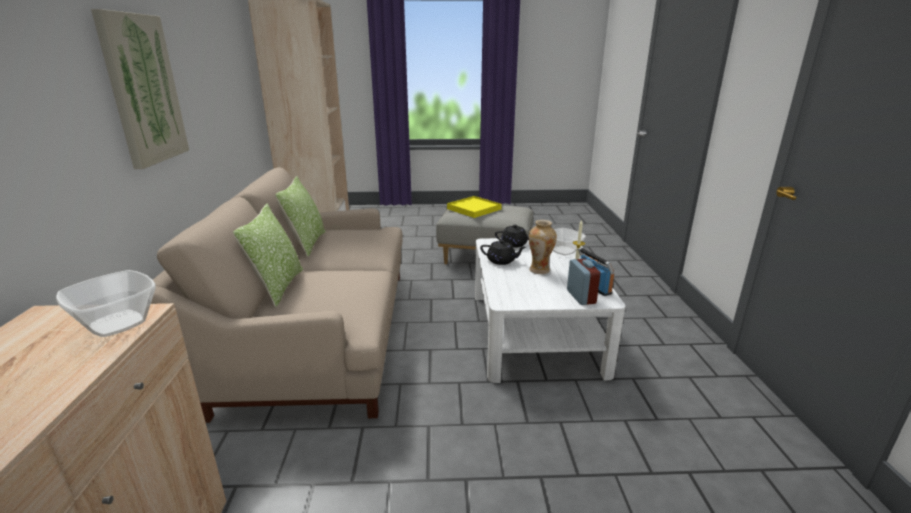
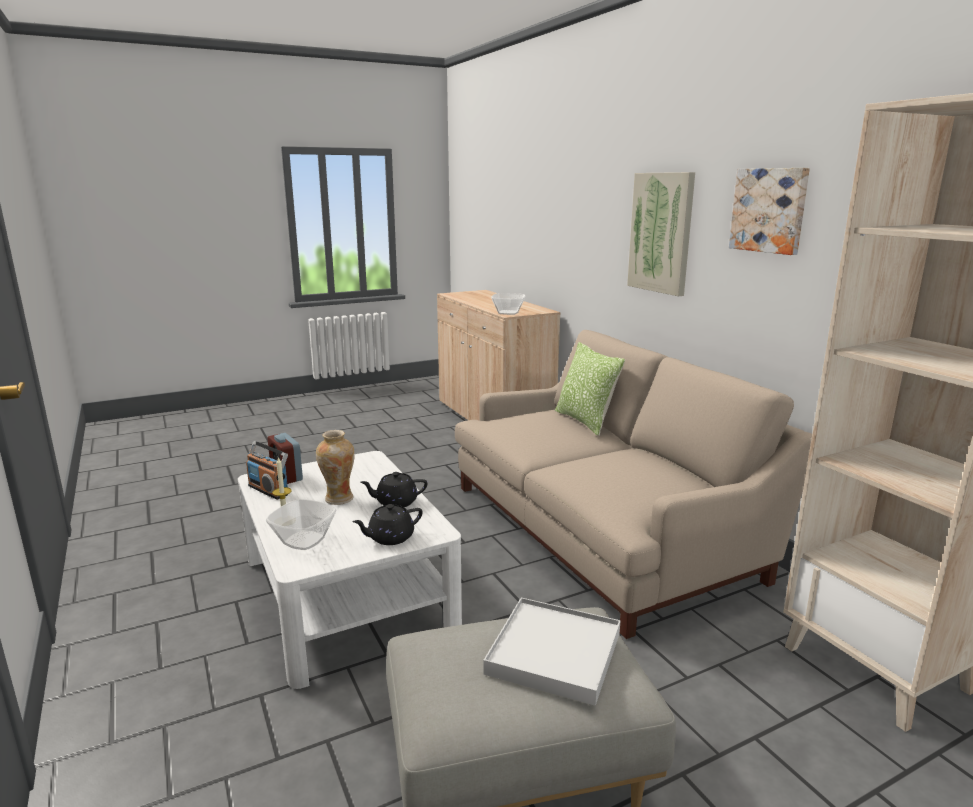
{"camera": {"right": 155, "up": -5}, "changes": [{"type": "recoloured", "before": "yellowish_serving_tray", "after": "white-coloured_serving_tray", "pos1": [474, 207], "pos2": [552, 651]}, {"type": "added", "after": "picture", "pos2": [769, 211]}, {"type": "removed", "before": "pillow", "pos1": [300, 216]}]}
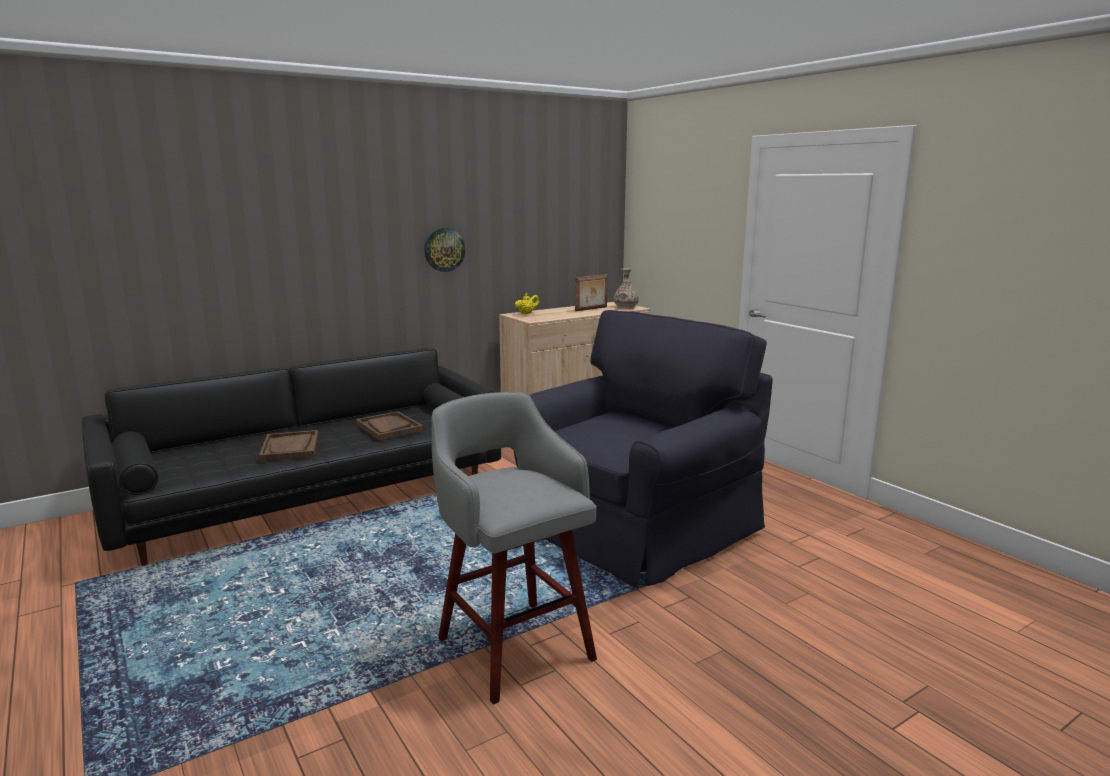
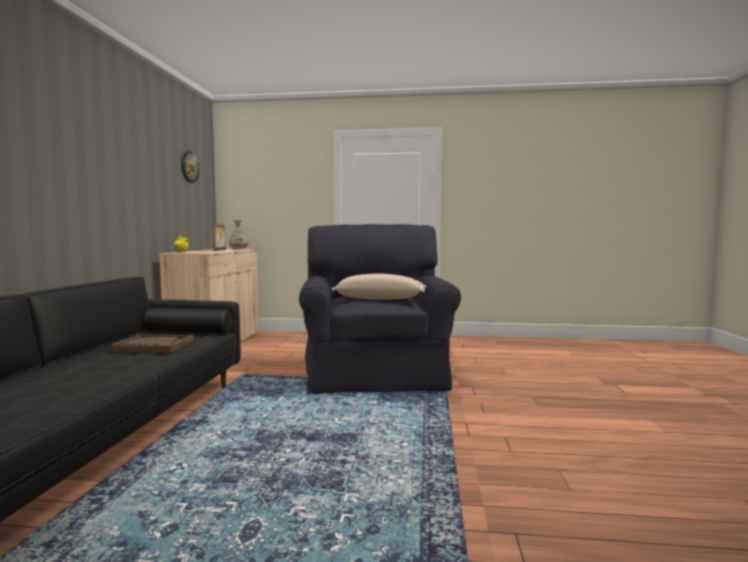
{"camera": {"right": -50, "up": -10}, "changes": [{"type": "moved", "before": "clock_on_the_wall", "pos1": [444, 250], "pos2": [190, 167]}, {"type": "added", "after": "beige_pillow", "pos2": [379, 286]}, {"type": "removed", "before": "brownish_serving_tray", "pos1": [288, 445]}, {"type": "removed", "before": "grey_sitting_stool", "pos1": [514, 548]}]}
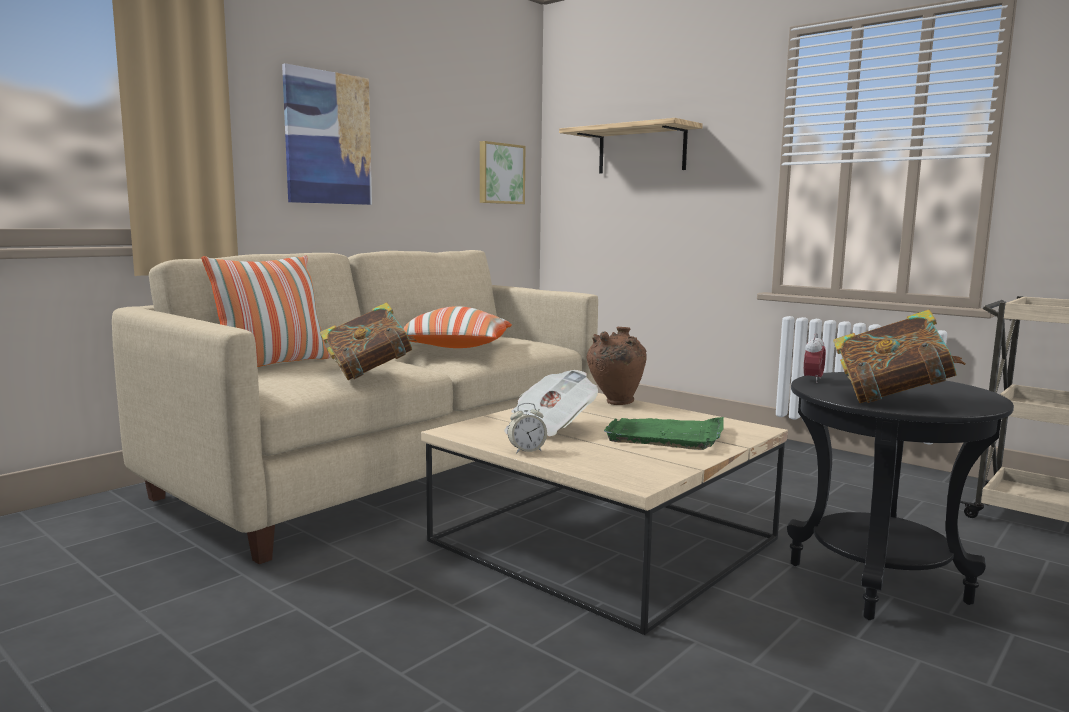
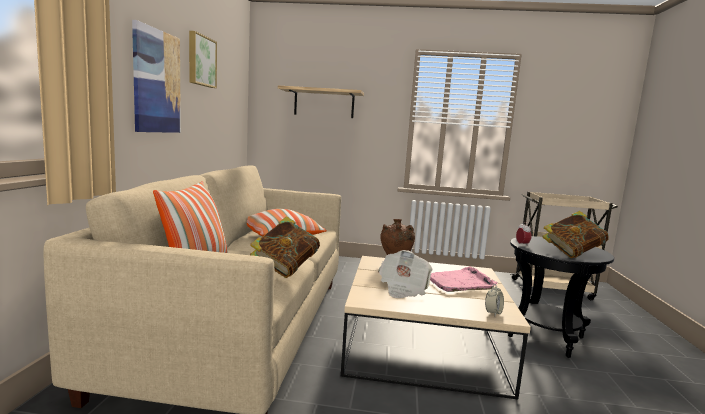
{"camera": {"right": -35, "up": 0}, "changes": [{"type": "moved", "before": "picture", "pos1": [502, 172], "pos2": [203, 59]}, {"type": "recoloured", "before": "greenish_serving_tray", "after": "pinkish_serving_tray", "pos1": [664, 433], "pos2": [464, 279]}, {"type": "moved", "before": "alarm_clock", "pos1": [527, 428], "pos2": [494, 300]}]}
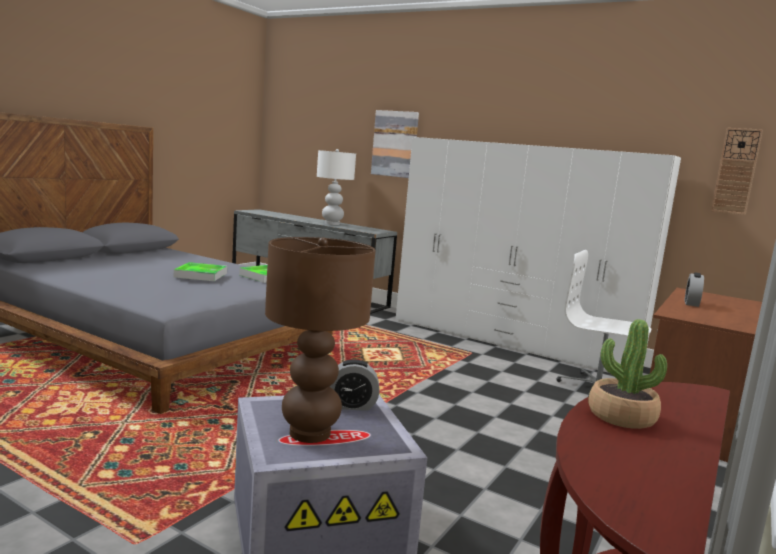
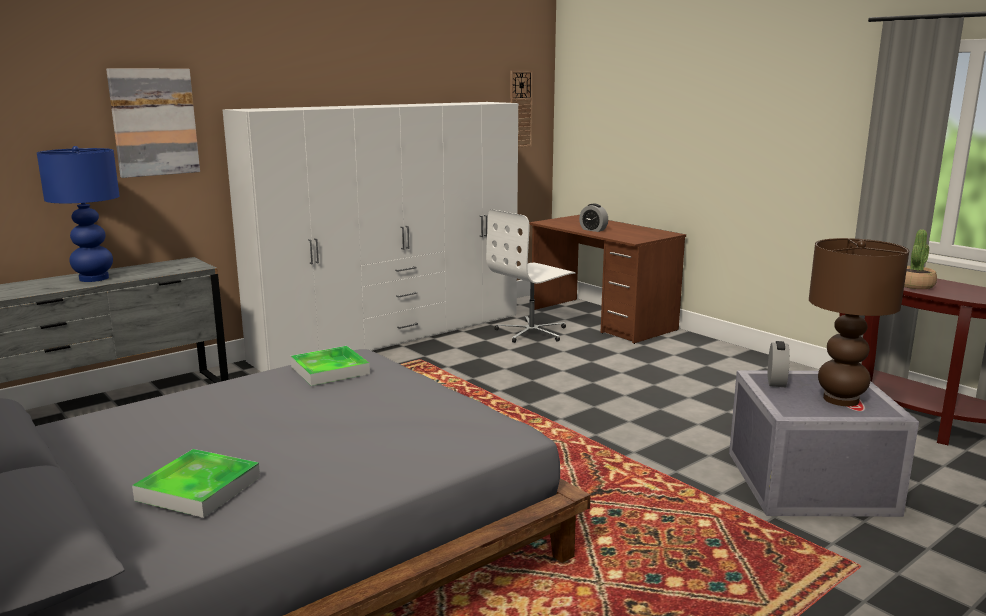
{"camera": {"right": -70, "up": 5}, "changes": [{"type": "recoloured", "before": "white-coloured_lamp_for_a_table", "after": "blue_lamp_for_a_table", "pos1": [336, 187], "pos2": [78, 214]}, {"type": "moved", "before": "serving_tray", "pos1": [200, 271], "pos2": [196, 483]}]}
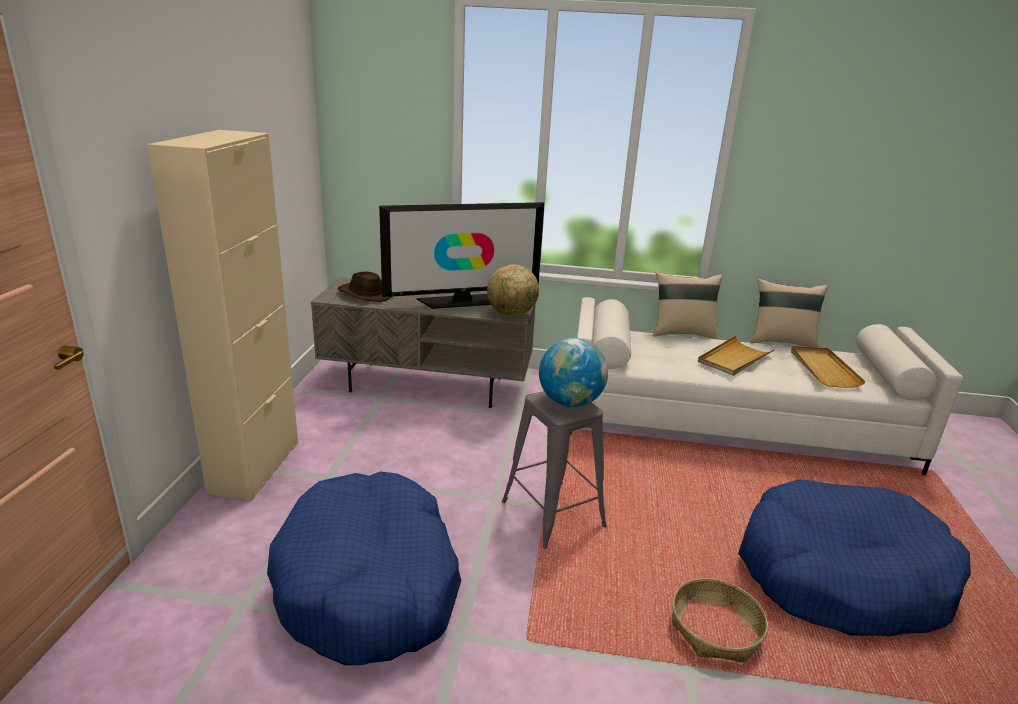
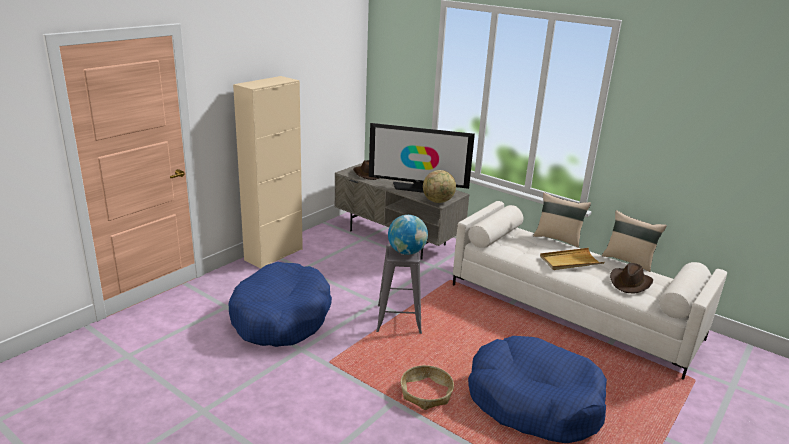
{"camera": {"right": 30, "up": 0}, "changes": [{"type": "replaced", "before": "beige_serving_tray", "after": "brownish_clothing_hat", "pos1": [828, 367], "pos2": [631, 278]}]}
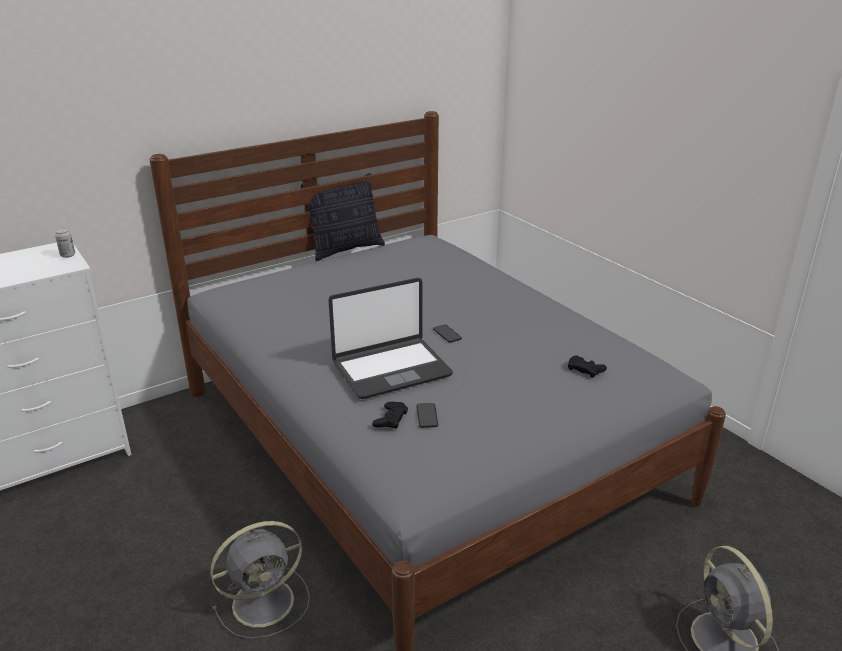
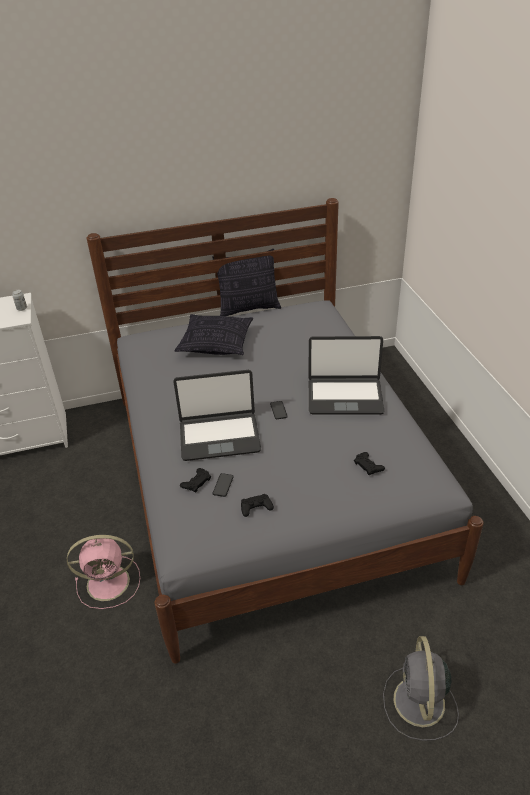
{"camera": {"right": 20, "up": 10}, "changes": [{"type": "recoloured", "before": "grey_cooling_fan", "after": "pinkish_cooling_fan", "pos1": [260, 580], "pos2": [103, 572]}, {"type": "added", "after": "pillow", "pos2": [214, 334]}, {"type": "added", "after": "black_game_controller", "pos2": [257, 505]}, {"type": "added", "after": "portable_computer", "pos2": [346, 375]}]}
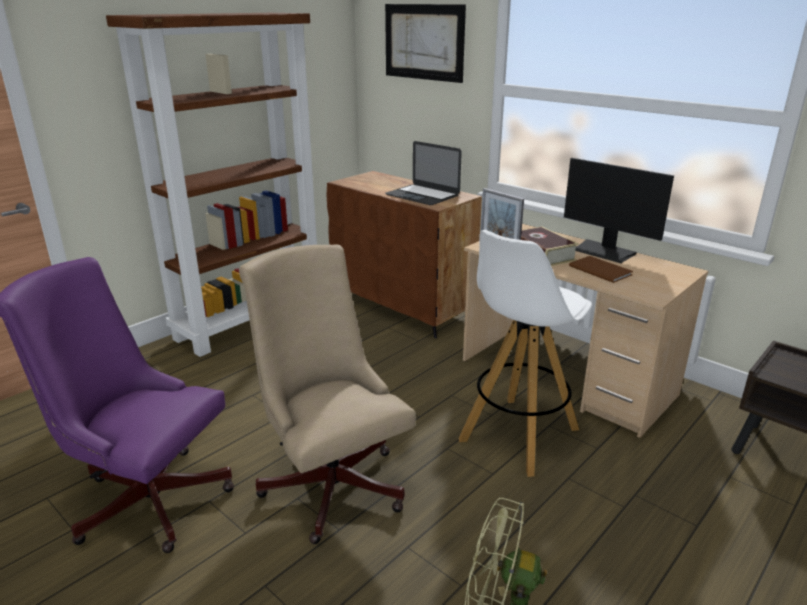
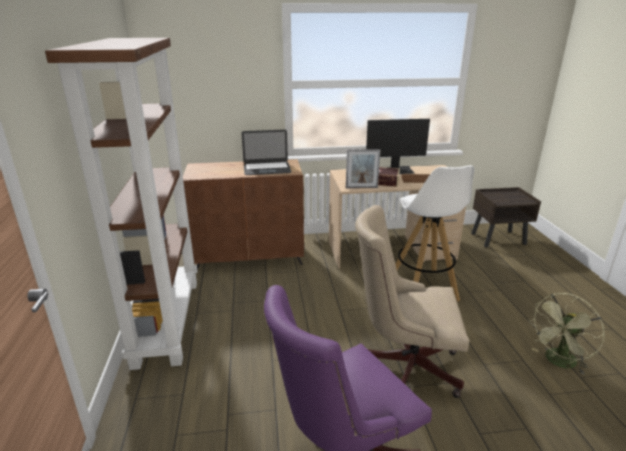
{"camera": {"right": -50, "up": 0}, "changes": [{"type": "removed", "before": "picture", "pos1": [425, 43]}]}
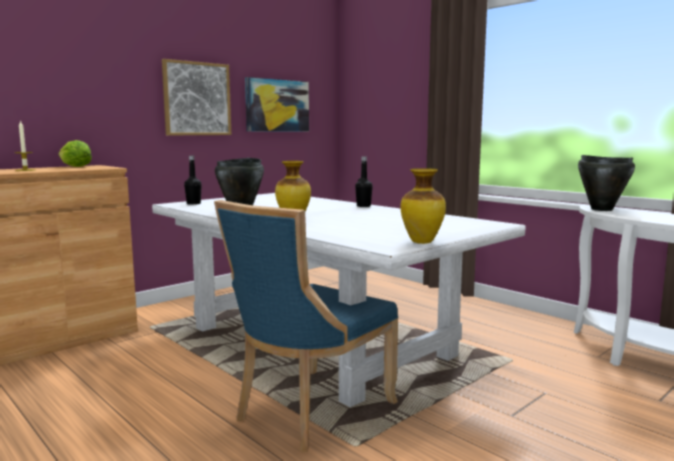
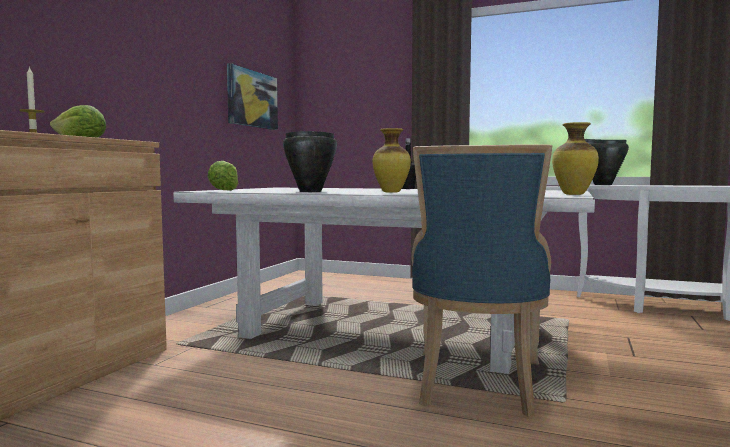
{"camera": {"right": -25, "up": -5}, "changes": [{"type": "replaced", "before": "black_beverage_bottle", "after": "head_of_lettuce", "pos1": [193, 180], "pos2": [222, 176]}, {"type": "removed", "before": "picture", "pos1": [196, 97]}]}
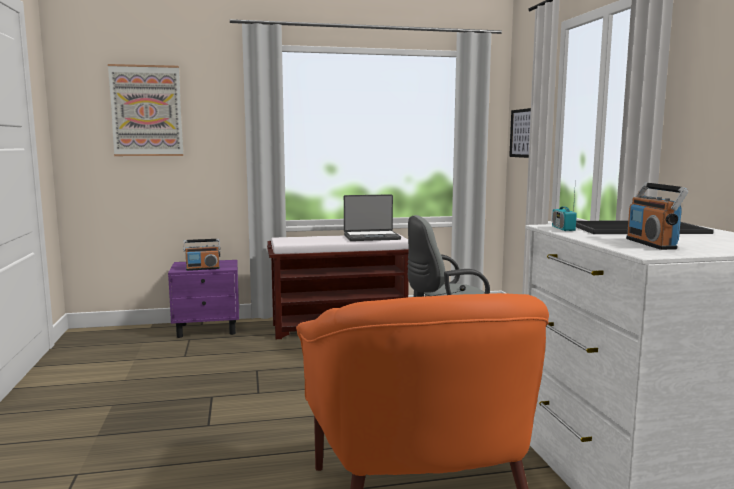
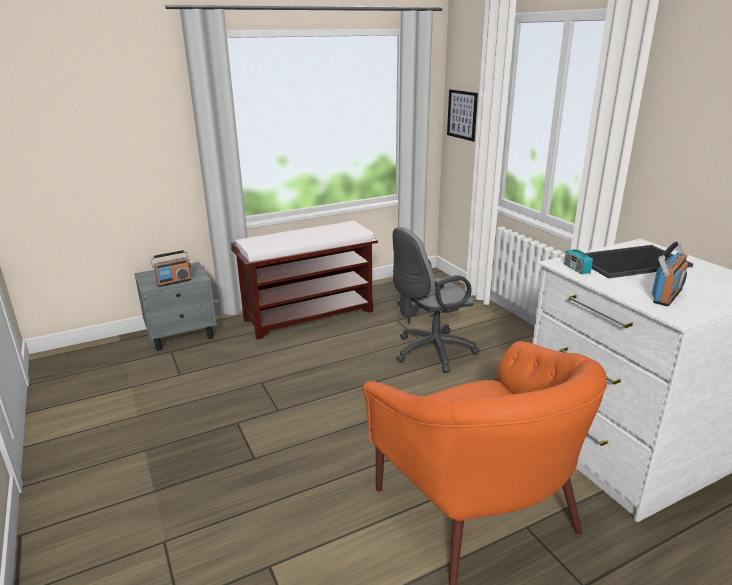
{"camera": {"right": -15, "up": 15}, "changes": [{"type": "recoloured", "before": "purplish_nightstand", "after": "grey_nightstand", "pos1": [203, 299], "pos2": [175, 306]}, {"type": "turned", "before": "radio_receiver", "pos1": [657, 216], "pos2": [670, 273], "turn": -120}, {"type": "removed", "before": "picture", "pos1": [145, 110]}, {"type": "removed", "before": "portable_computer", "pos1": [372, 217]}]}
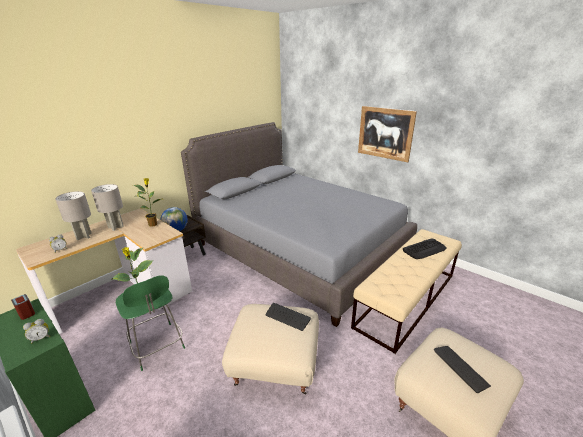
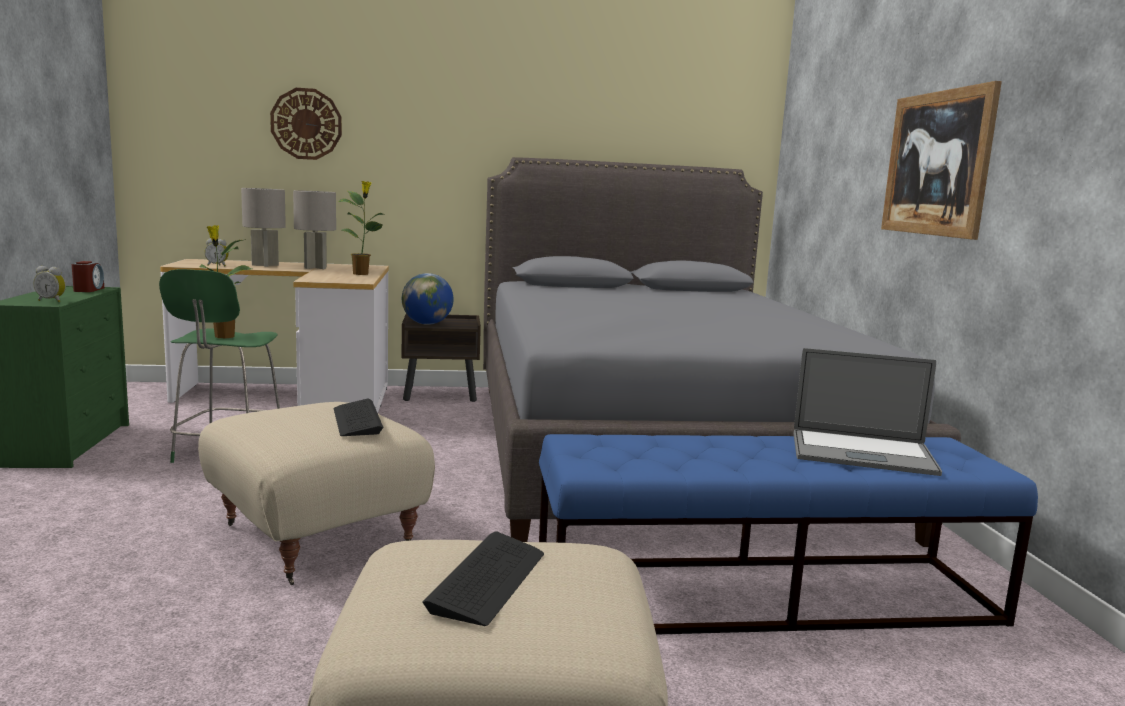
{"camera": {"right": 40, "up": -15}, "changes": [{"type": "added", "after": "clock_on_the_wall", "pos2": [306, 124]}, {"type": "recoloured", "before": "beige_indoor_bench", "after": "blue_indoor_bench", "pos1": [406, 291], "pos2": [788, 534]}, {"type": "replaced", "before": "computer_keyboard", "after": "portable_computer", "pos1": [425, 249], "pos2": [868, 412]}]}
